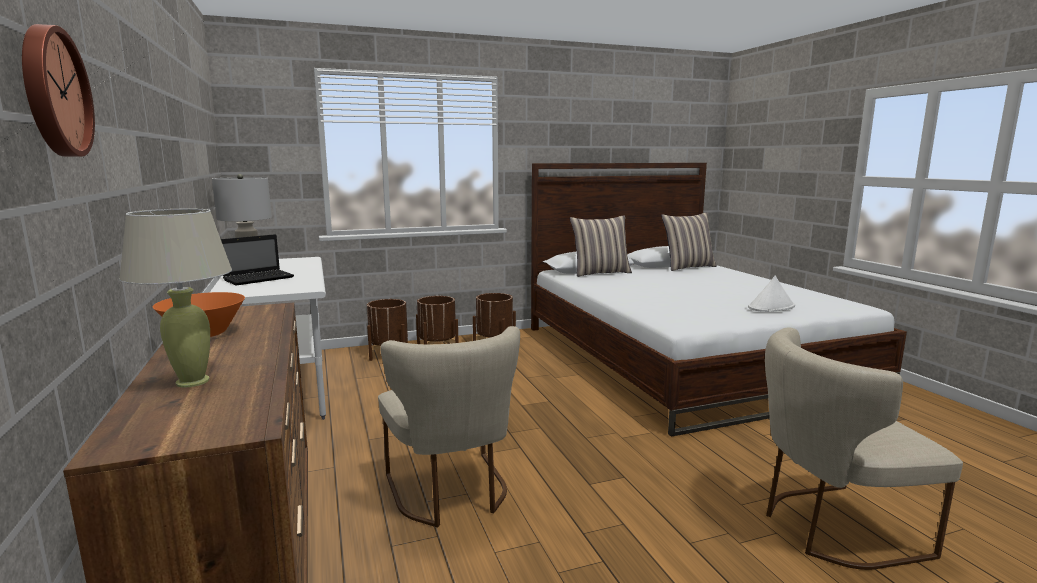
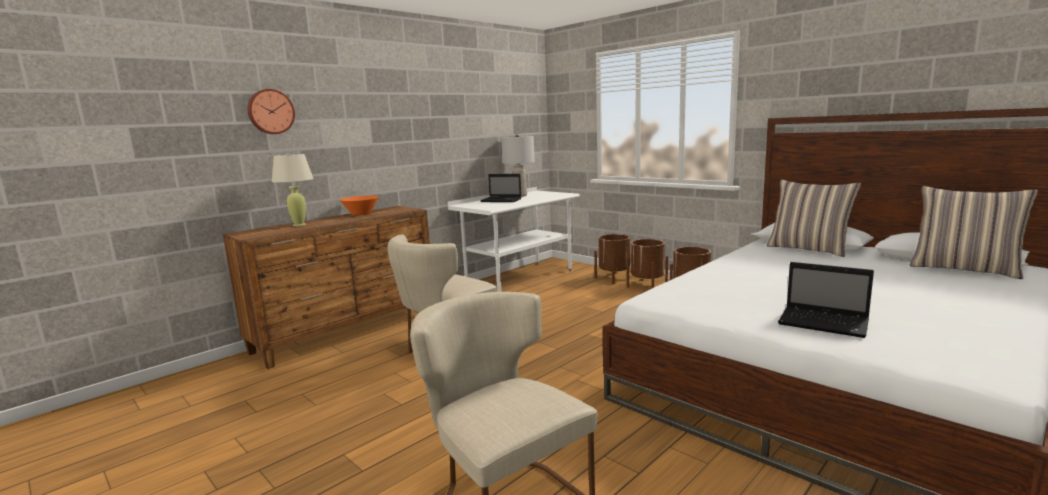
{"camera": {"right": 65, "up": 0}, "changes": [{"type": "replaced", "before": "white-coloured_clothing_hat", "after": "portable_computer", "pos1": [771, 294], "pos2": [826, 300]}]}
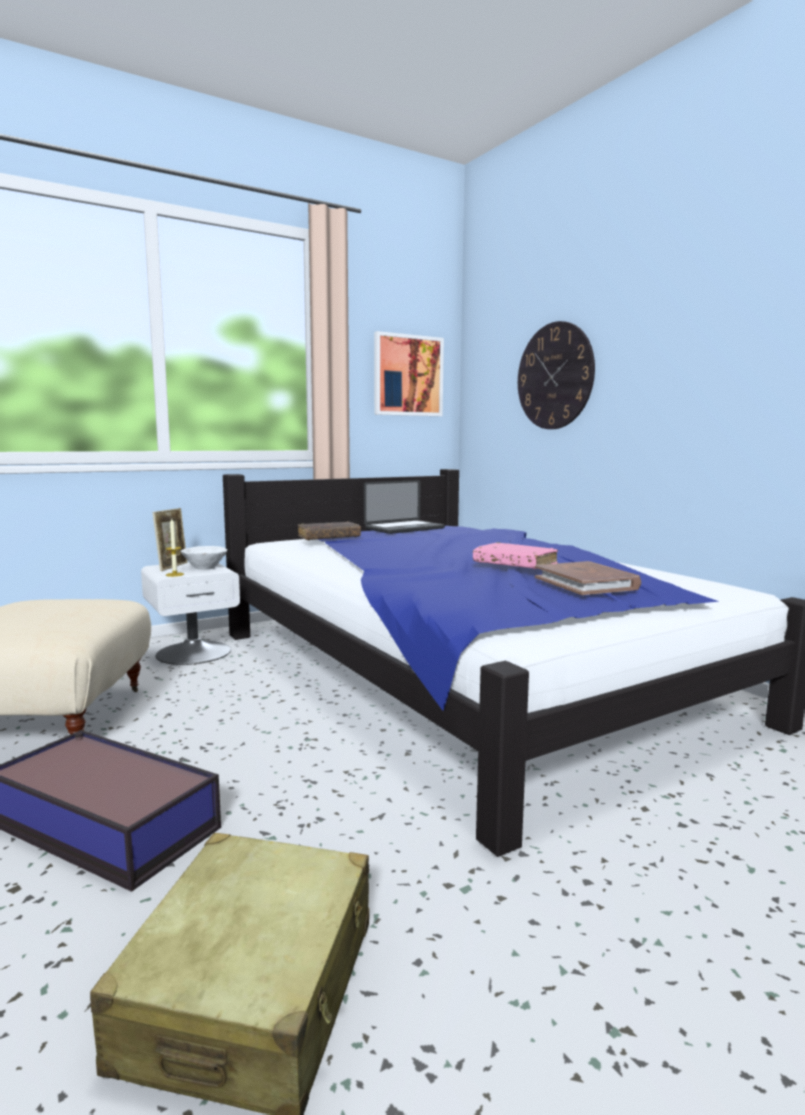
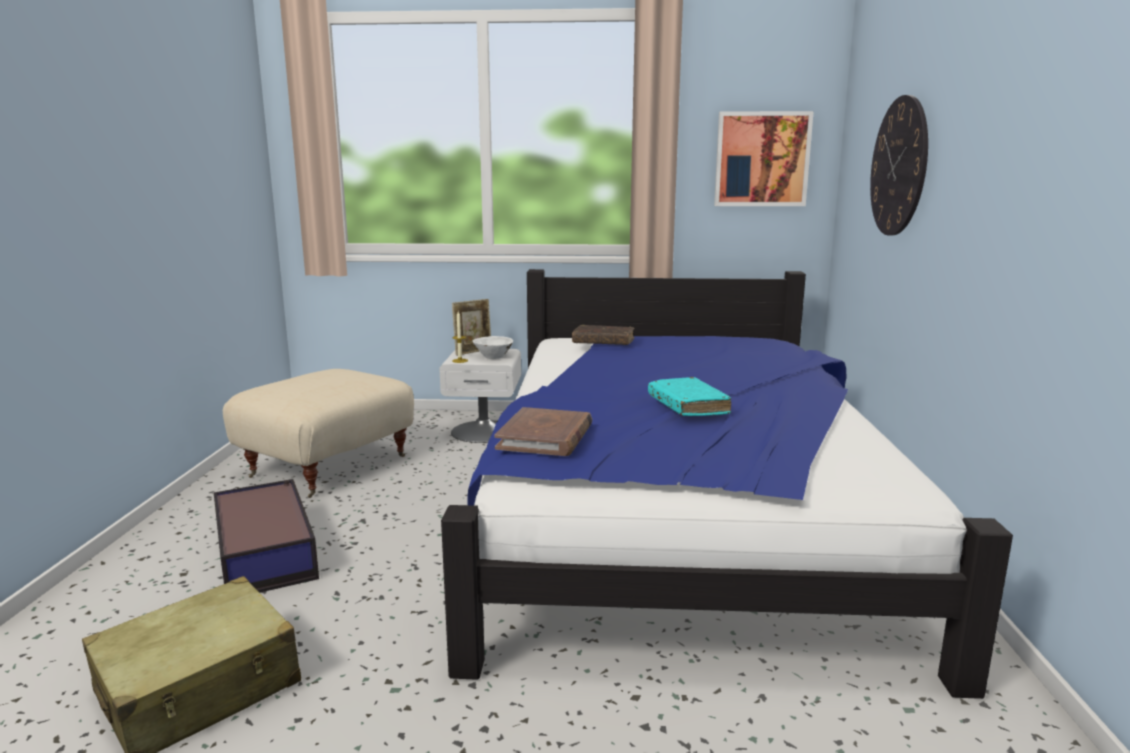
{"camera": {"right": 35, "up": 5}, "changes": [{"type": "moved", "before": "brownish_volume", "pos1": [588, 578], "pos2": [543, 431]}, {"type": "recoloured", "before": "pinkish_volume", "after": "turquoise_volume", "pos1": [515, 555], "pos2": [689, 396]}, {"type": "removed", "before": "portable_computer", "pos1": [404, 507]}]}
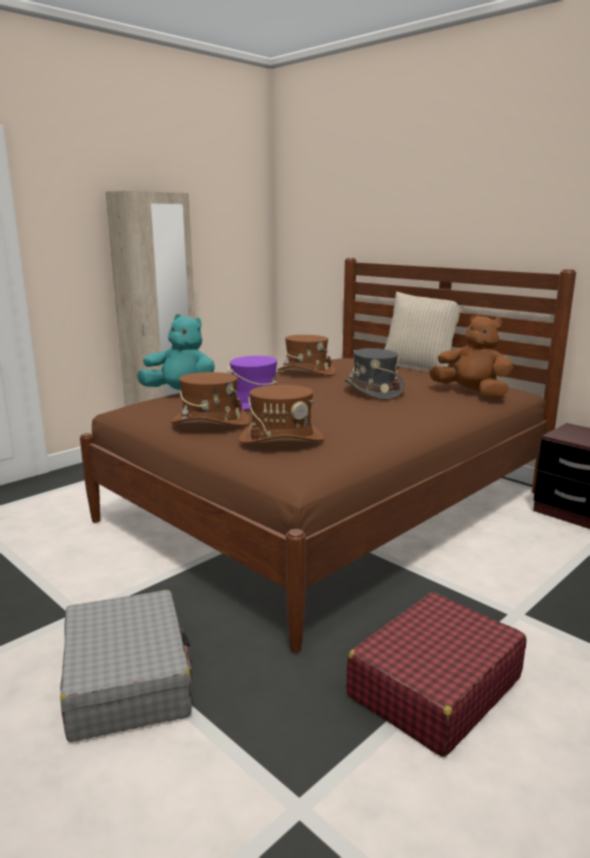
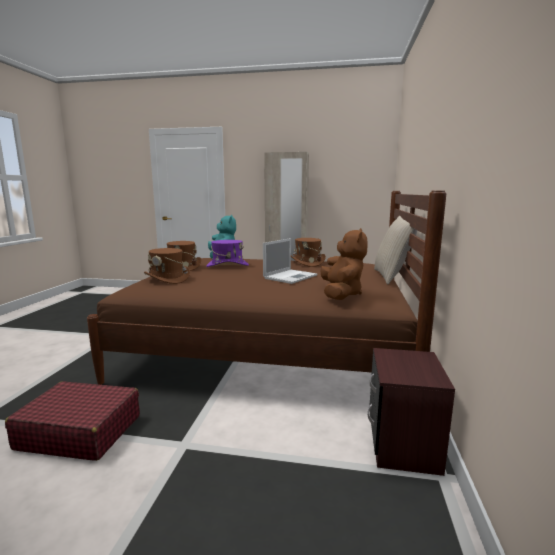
{"camera": {"right": 55, "up": -5}, "changes": [{"type": "replaced", "before": "grey_clothing_hat", "after": "portable_computer", "pos1": [375, 374], "pos2": [290, 261]}, {"type": "removed", "before": "grey_piece_of_luggage", "pos1": [125, 666]}]}
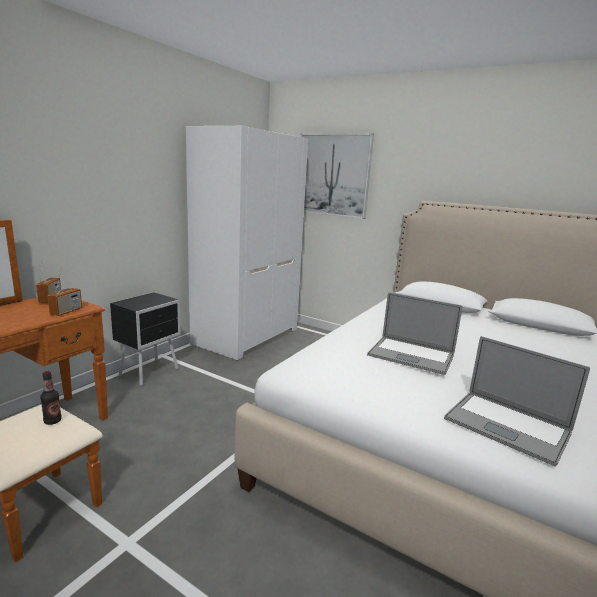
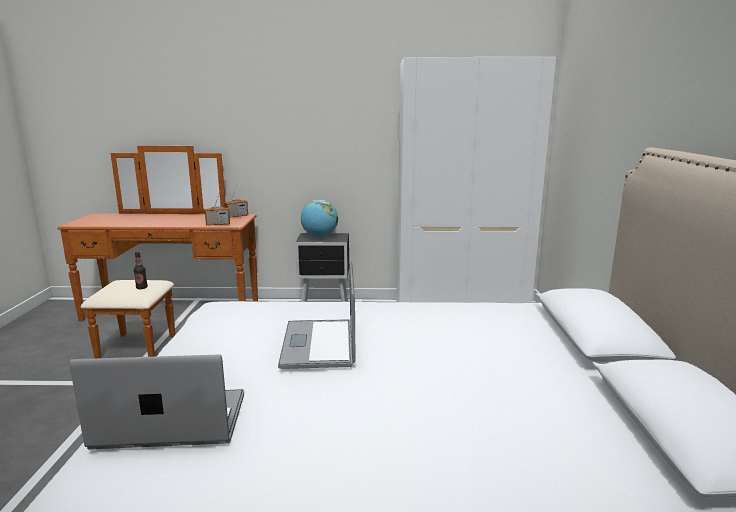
{"camera": {"right": 60, "up": 0}, "changes": [{"type": "turned", "before": "portable_computer", "pos1": [517, 401], "pos2": [157, 402], "turn": 75}, {"type": "added", "after": "world_globe", "pos2": [319, 218]}, {"type": "removed", "before": "picture", "pos1": [337, 176]}]}
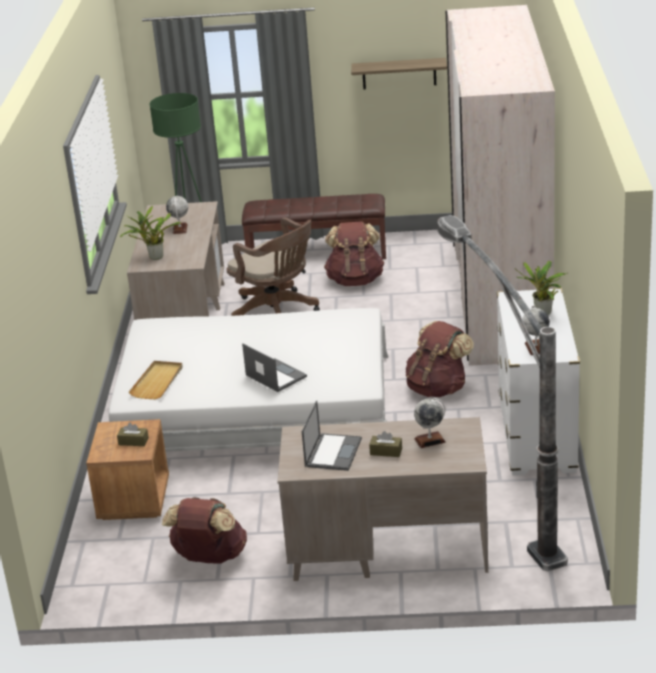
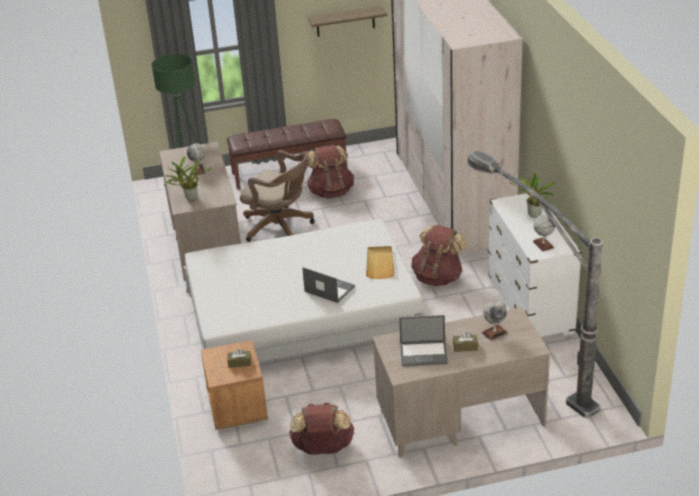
{"camera": {"right": -15, "up": 5}, "changes": [{"type": "moved", "before": "beige_serving_tray", "pos1": [155, 380], "pos2": [380, 262]}, {"type": "turned", "before": "portable_computer", "pos1": [332, 435], "pos2": [423, 340], "turn": 90}]}
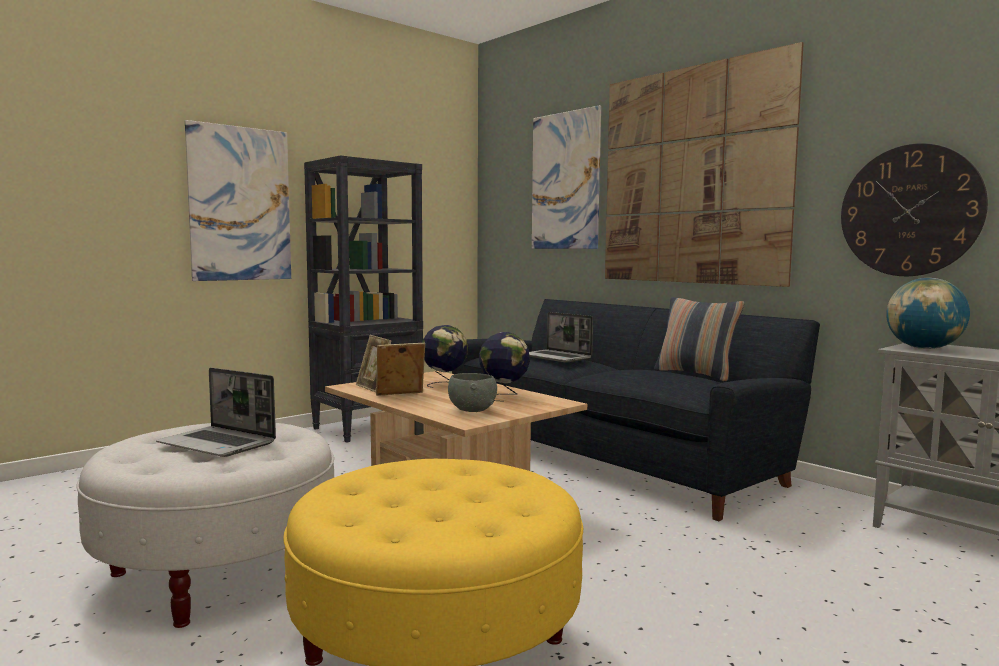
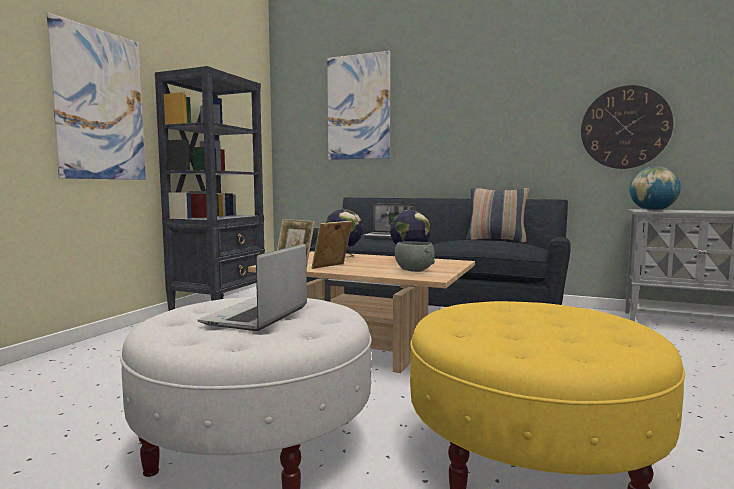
{"camera": {"right": -25, "up": 0}, "changes": [{"type": "turned", "before": "portable_computer", "pos1": [216, 412], "pos2": [252, 287], "turn": 105}, {"type": "removed", "before": "picture", "pos1": [704, 164]}]}
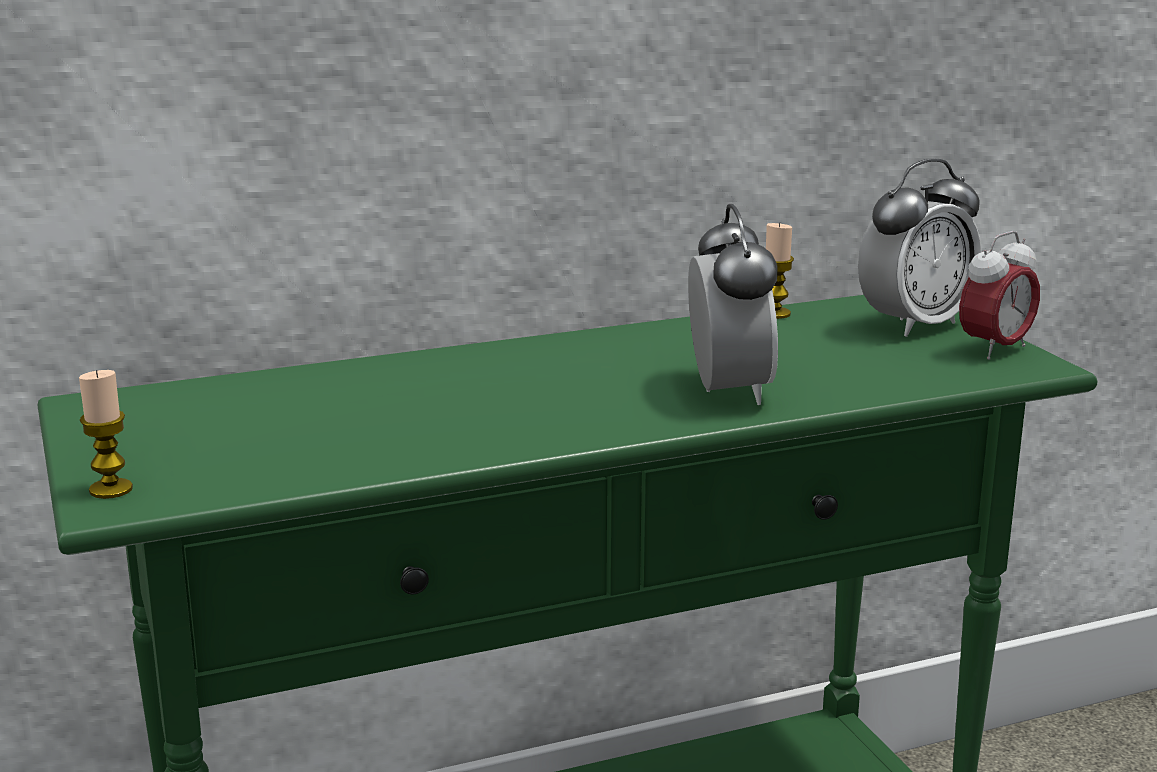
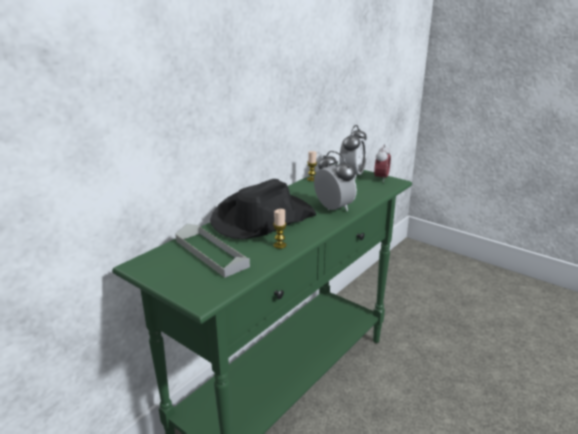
{"camera": {"right": -30, "up": 5}, "changes": [{"type": "added", "after": "grey_serving_tray", "pos2": [212, 251]}, {"type": "added", "after": "black_clothing_hat", "pos2": [263, 209]}, {"type": "moved", "before": "candle", "pos1": [106, 434], "pos2": [280, 229]}]}
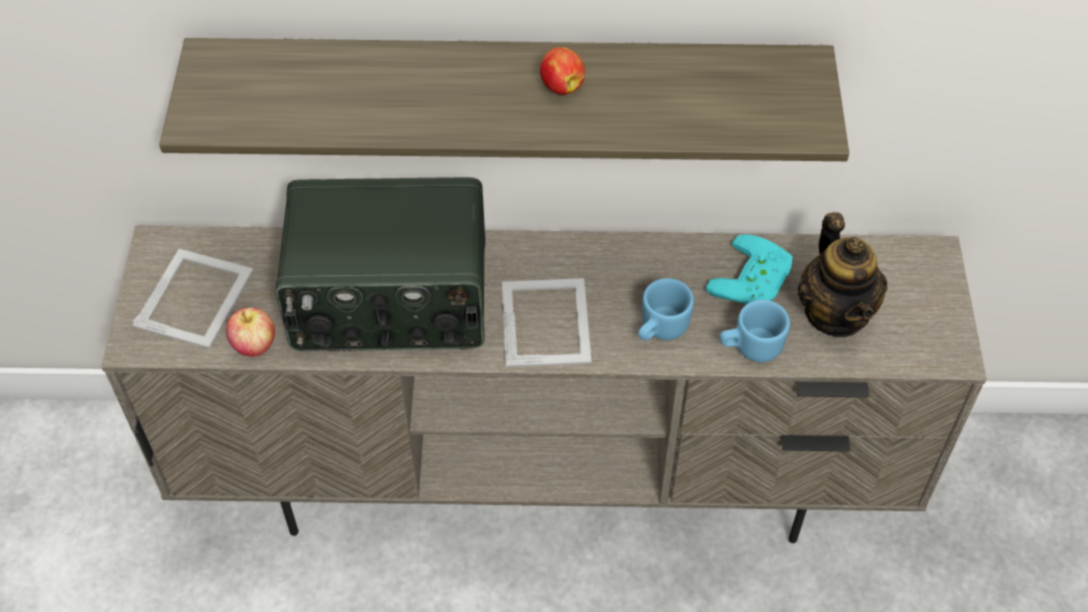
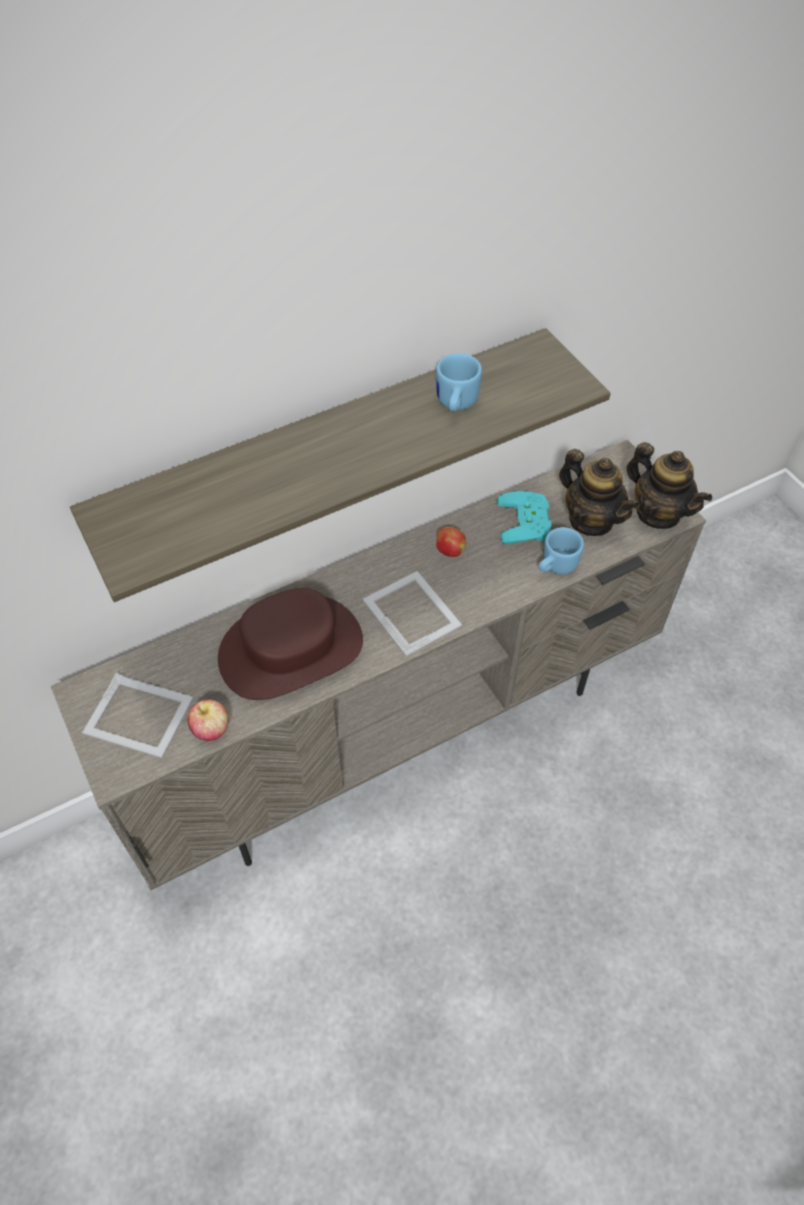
{"camera": {"right": -30, "up": 0}, "changes": [{"type": "turned", "before": "standing_frame", "pos1": [192, 299], "pos2": [137, 715], "turn": 120}, {"type": "replaced", "before": "radio_receiver", "after": "brownish_clothing_hat", "pos1": [380, 264], "pos2": [290, 644]}, {"type": "moved", "before": "blue_mug", "pos1": [666, 309], "pos2": [459, 382]}, {"type": "moved", "before": "apple_fruit", "pos1": [562, 71], "pos2": [451, 542]}, {"type": "added", "after": "teapot", "pos2": [669, 485]}]}
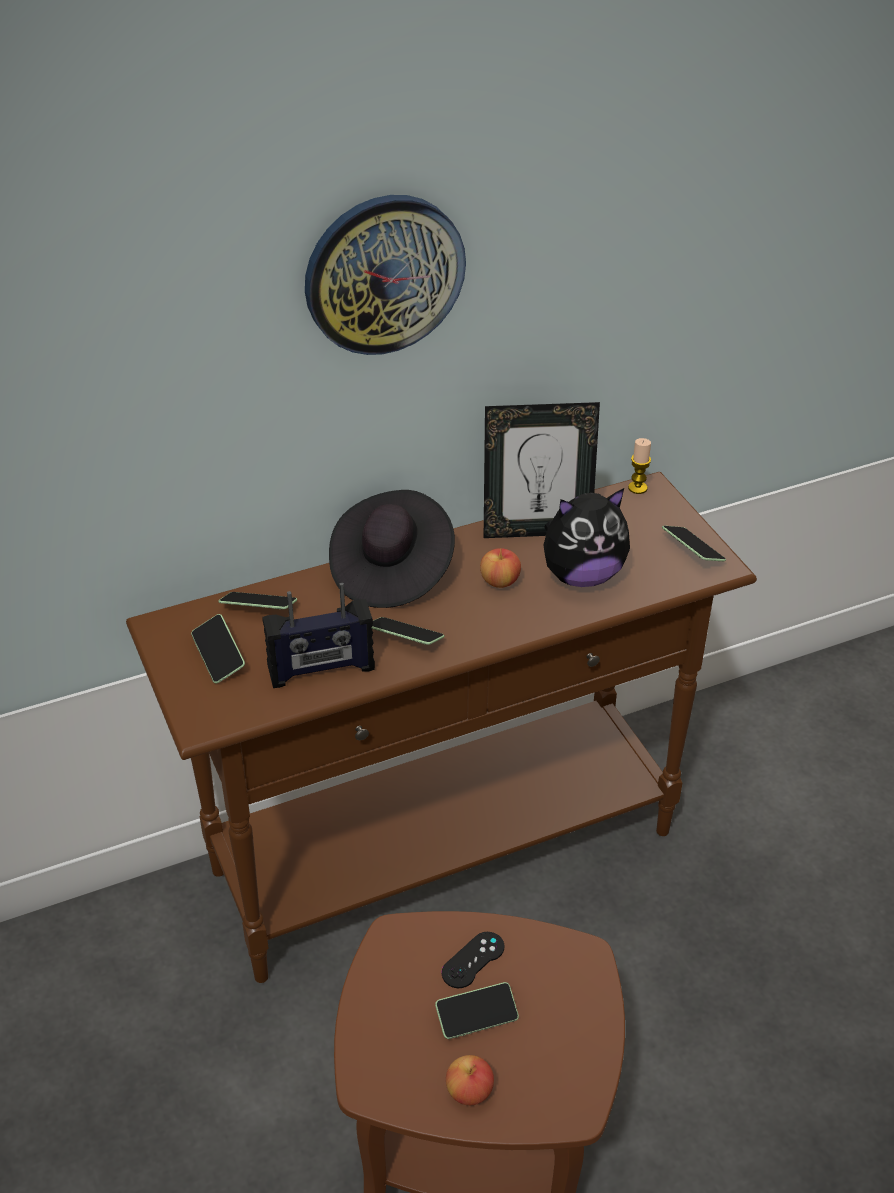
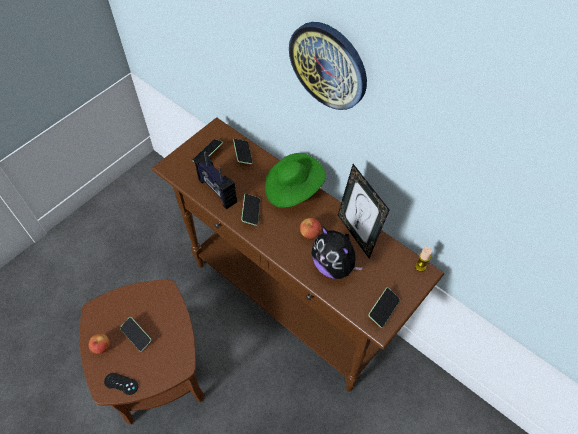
{"camera": {"right": 65, "up": 15}, "changes": [{"type": "moved", "before": "black_game_controller", "pos1": [472, 960], "pos2": [121, 384]}, {"type": "recoloured", "before": "black_clothing_hat", "after": "greenish_clothing_hat", "pos1": [392, 549], "pos2": [295, 180]}]}
